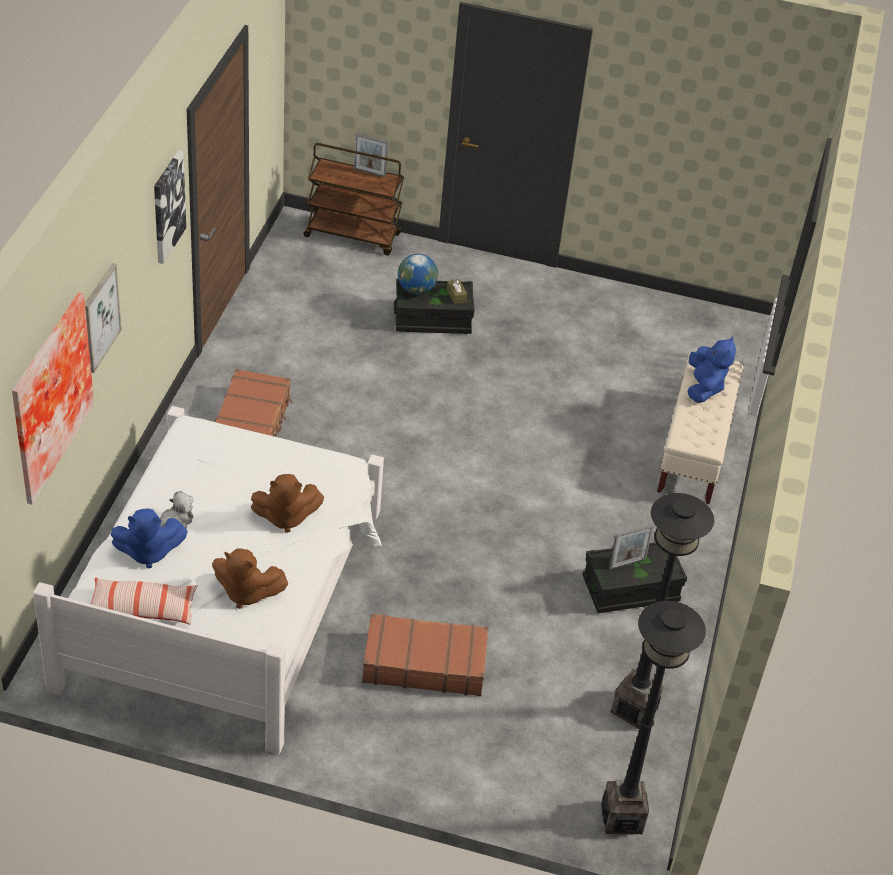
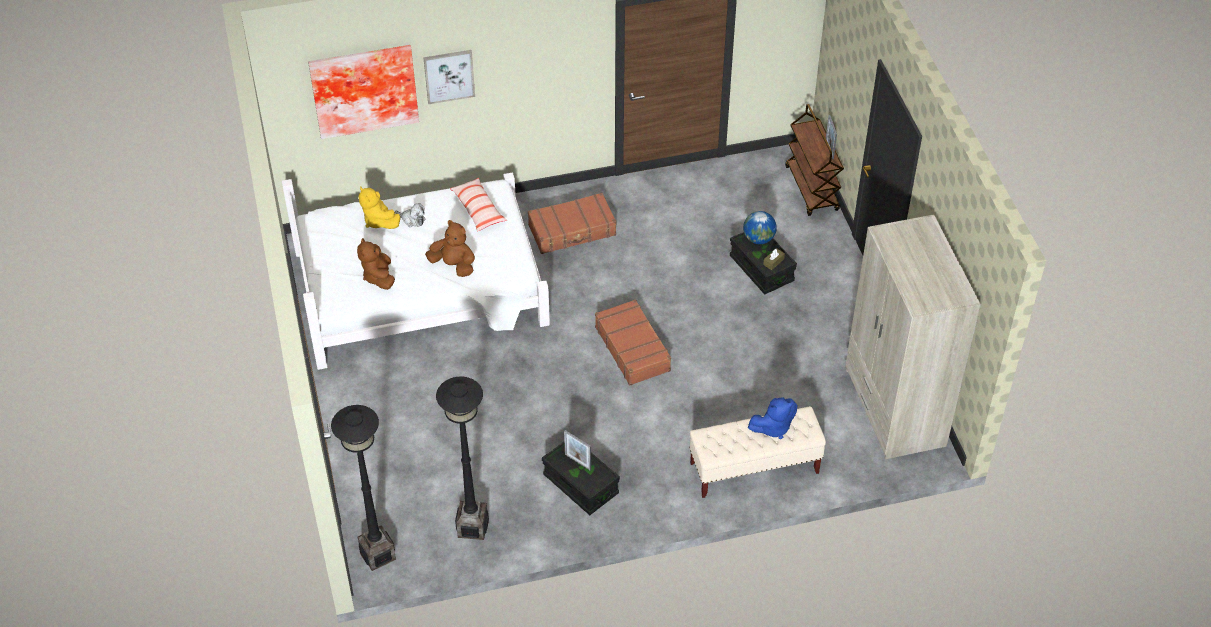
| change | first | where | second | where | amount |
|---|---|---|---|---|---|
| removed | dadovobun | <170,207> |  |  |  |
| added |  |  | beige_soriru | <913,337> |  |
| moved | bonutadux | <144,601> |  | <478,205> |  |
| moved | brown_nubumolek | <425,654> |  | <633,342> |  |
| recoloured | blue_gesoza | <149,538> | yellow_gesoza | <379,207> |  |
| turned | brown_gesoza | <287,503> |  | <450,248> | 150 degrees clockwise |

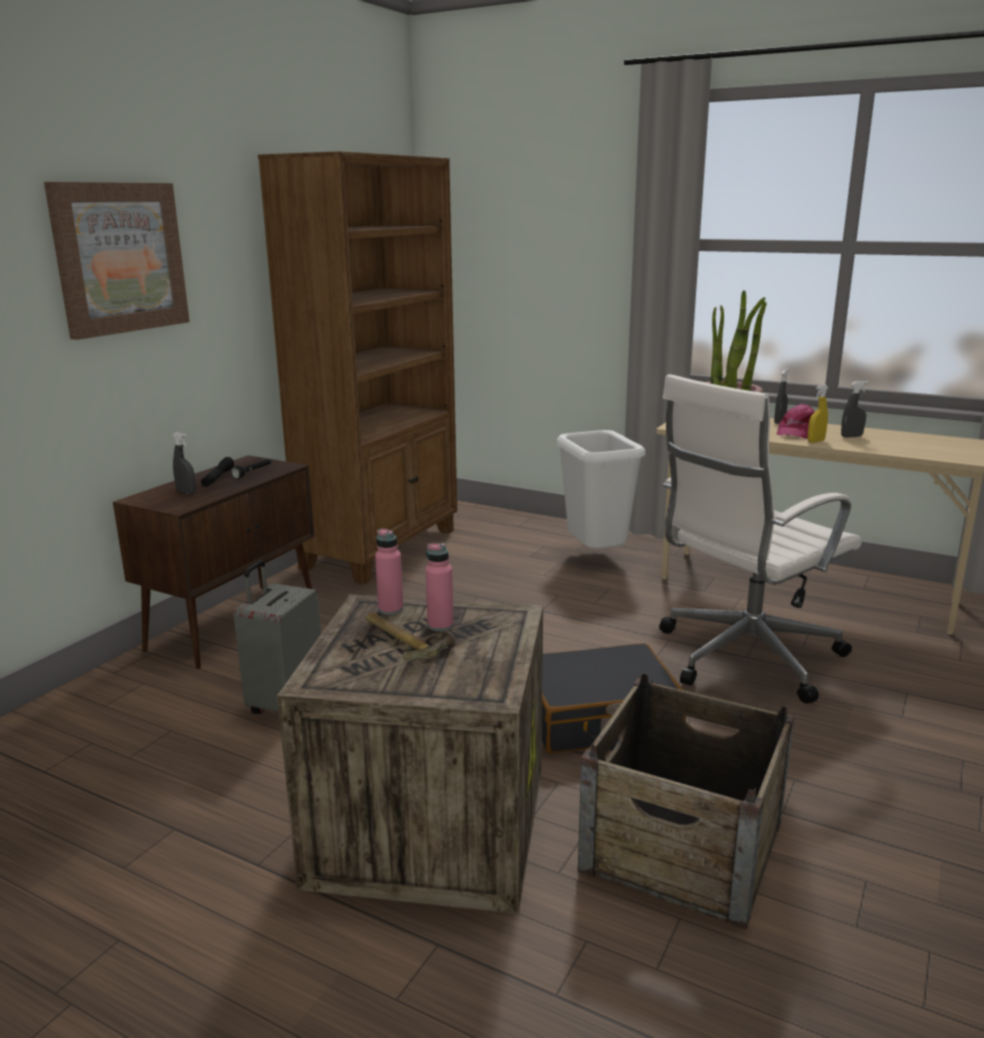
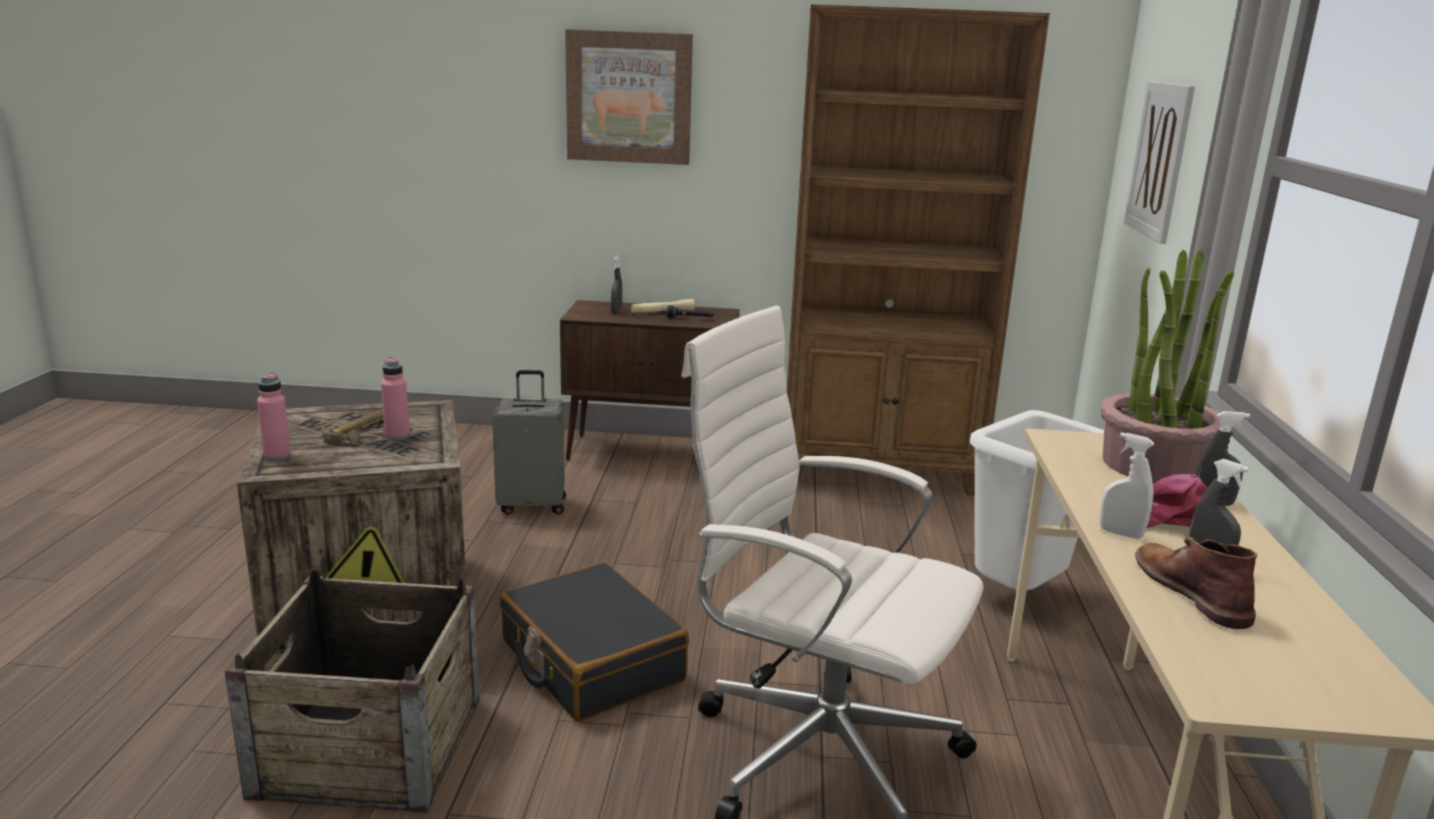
| change | first | where | second | where | amount |
|---|---|---|---|---|---|
| added |  |  | dadovobun | <1159,162> |  |
| added |  |  | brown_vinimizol | <1196,583> |  |
| moved | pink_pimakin | <389,571> |  | <274,416> |  |
| recoloured | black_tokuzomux | <217,472> | beige_tokuzomux | <663,306> |  |
| recoloured | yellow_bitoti | <818,414> | white_bitoti | <1127,485> |  |

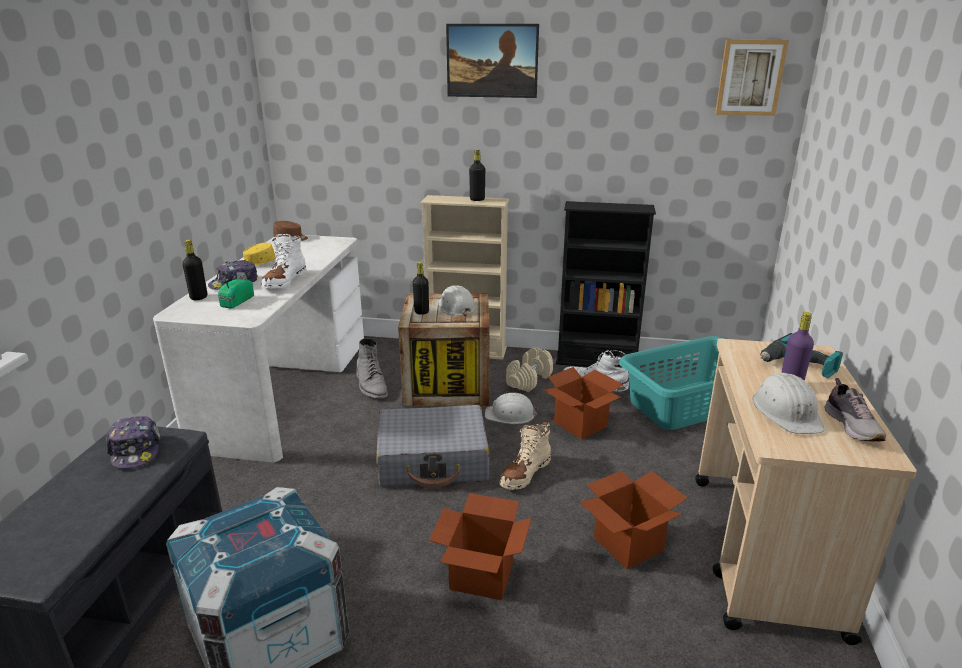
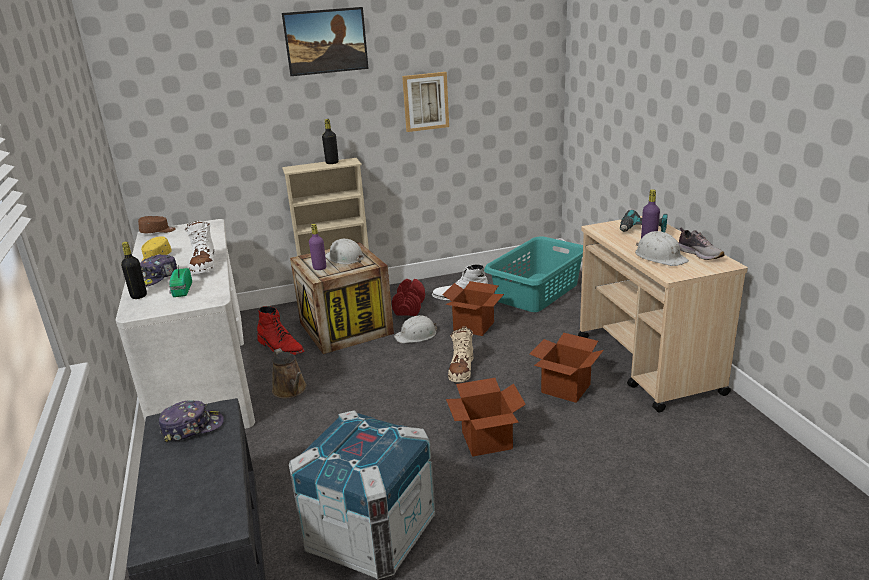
| change | first | where | second | where | amount |
|---|---|---|---|---|---|
| removed | grey_nubumolek | <432,446> |  |  |  |
| removed | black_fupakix | <606,284> |  |  |  |
| added |  |  | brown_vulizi | <289,373> |  |
| moved | dadovobun | <752,78> |  | <425,102> |  |
| recoloured | grey_vinimizol | <372,368> | red_vinimizol | <280,330> |  |
| recoloured | black_pimakin | <421,288> | purple_pimakin | <317,247> |  |
| recoloured | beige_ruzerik | <529,369> | red_ruzerik | <408,297> |  |
| turned | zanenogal | <133,442> |  | <191,421> | 60 degrees counterclockwise |

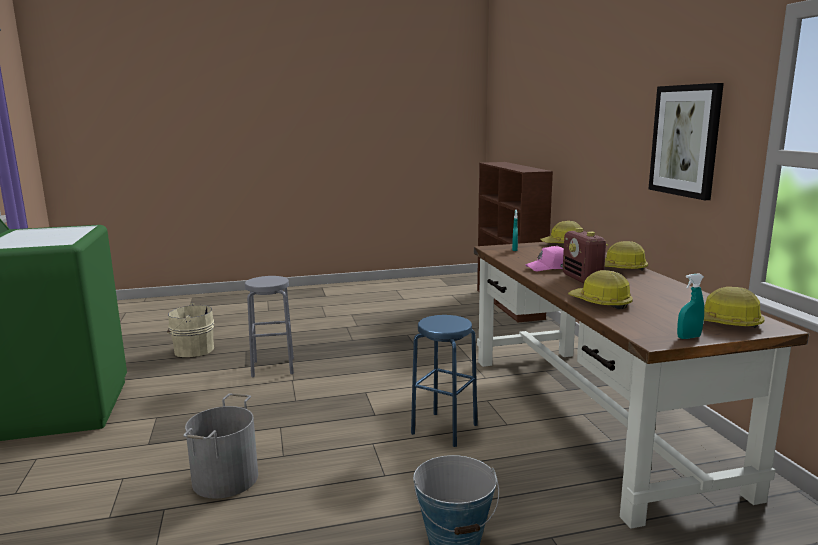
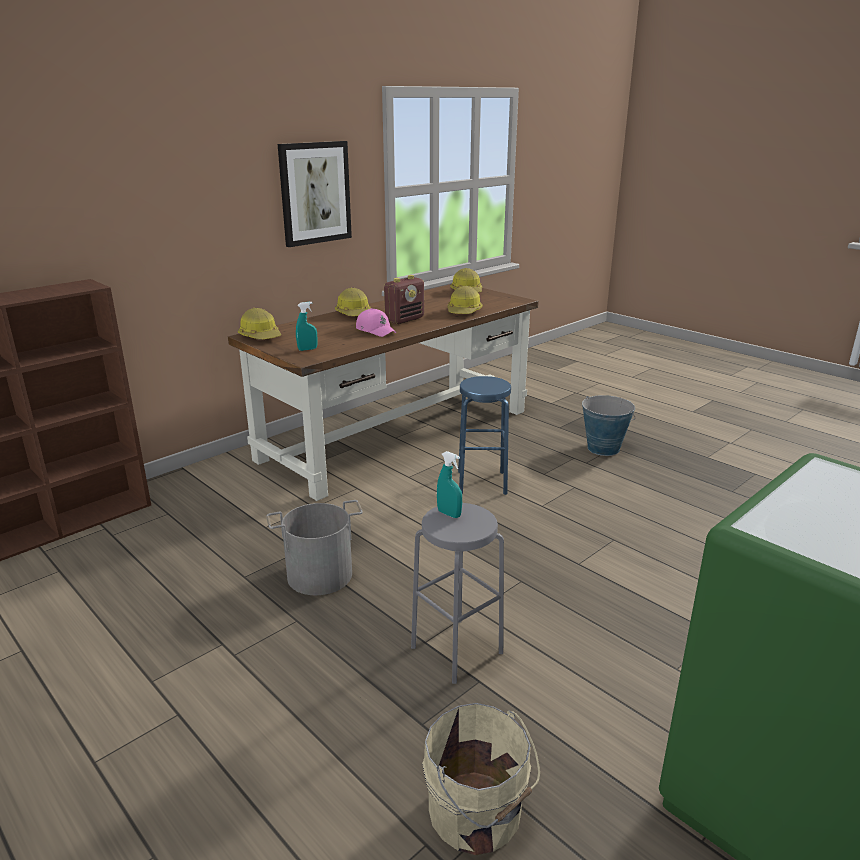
| change | first | where | second | where | amount |
|---|---|---|---|---|---|
| moved | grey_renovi | <220,446> |  | <315,547> |  |
| moved | turquoise_bitoti | <690,306> |  | <449,484> |  |

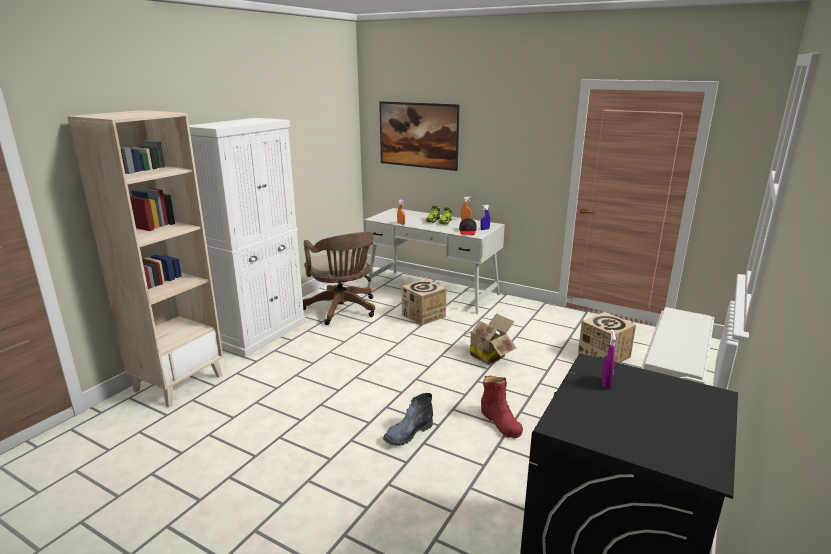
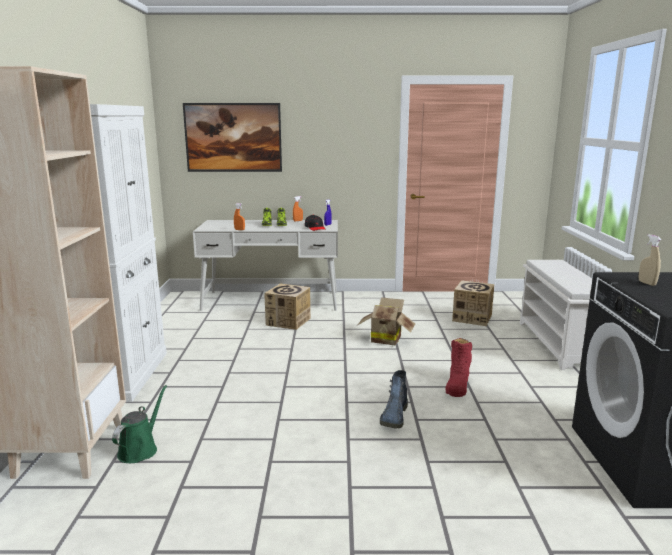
| change | first | where | second | where | amount |
|---|---|---|---|---|---|
| removed | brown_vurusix | <339,278> |  |  |  |
| added |  |  | green_vulizi | <139,424> |  |
| recoloured | purple_bitoti | <609,358> | beige_bitoti | <650,260> |  |
| turned | red_vinimizol | <502,407> |  | <459,367> | 75 degrees clockwise |

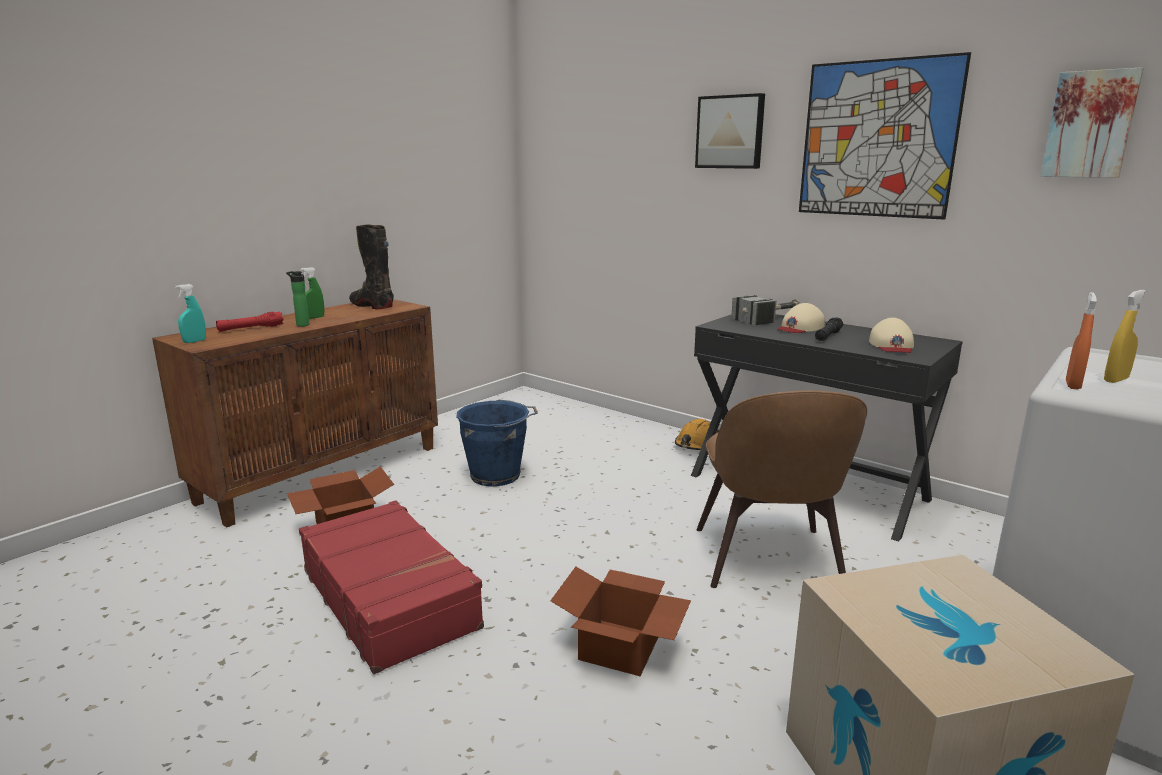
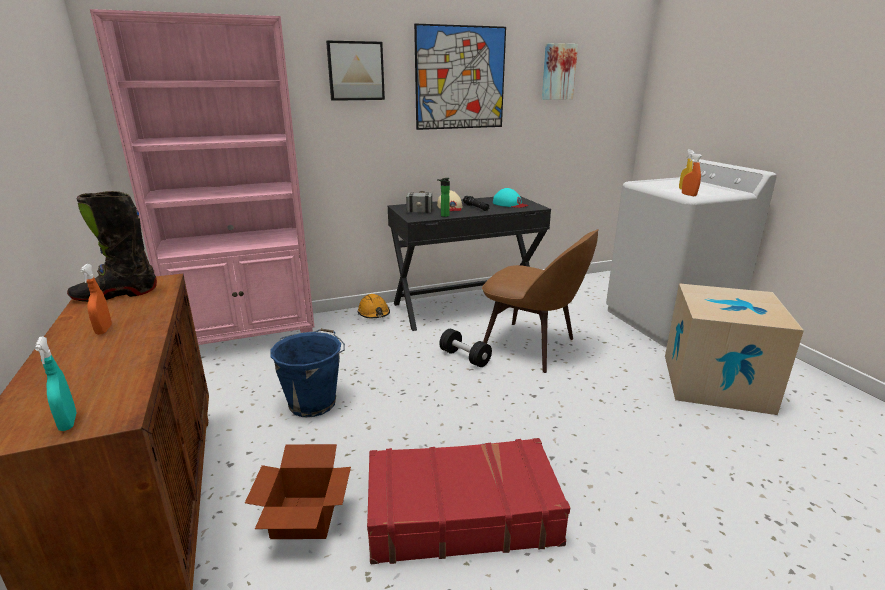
| change | first | where | second | where | amount |
|---|---|---|---|---|---|
| removed | red_tokuzomux | <250,322> |  |  |  |
| removed | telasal | <620,621> |  |  |  |
| added |  |  | pink_fupakix | <202,177> |  |
| added |  |  | black_ruzerik | <465,348> |  |
| moved | pimakin | <298,299> |  | <443,197> |  |
| recoloured | green_bitoti | <312,293> | orange_bitoti | <96,299> |  |
| recoloured | beige_zanenogal | <891,335> | turquoise_zanenogal | <510,198> |  |

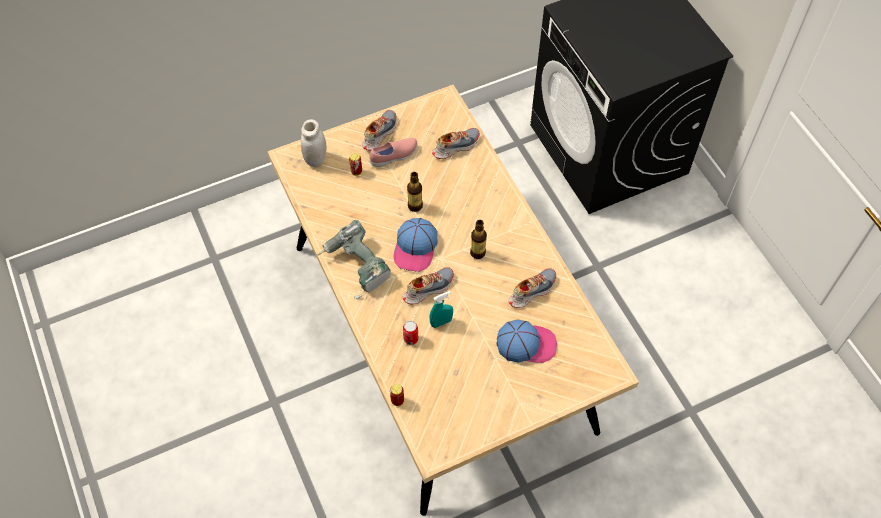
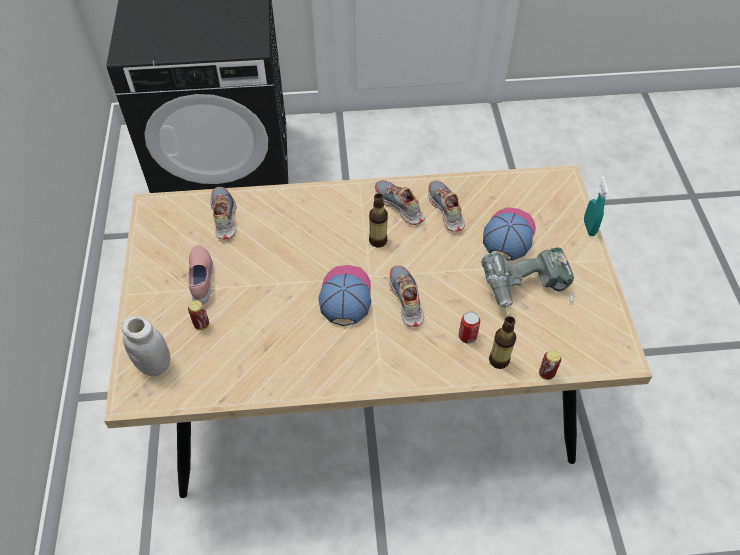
| change | first | where | second | where | amount |
|---|---|---|---|---|---|
| moved | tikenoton | <353,259> |  | <527,281> |  |
| moved | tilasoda | <379,130> |  | <400,202> |  |
| moved | pimakin | <415,192> |  | <502,342> |  |
| moved | turquoise_bitoti | <441,309> |  | <596,206> |  |
| turned | zanenogal | <415,245> |  | <344,295> | 120 degrees counterclockwise |

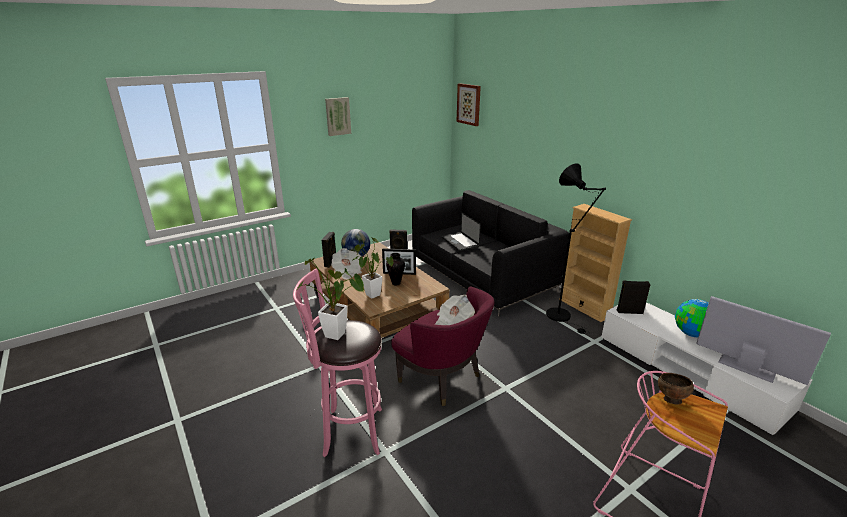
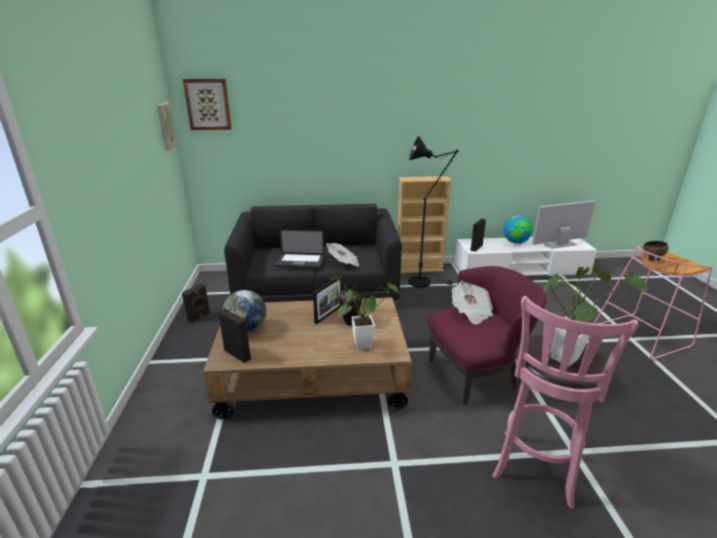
| change | first | where | second | where | amount |
|---|---|---|---|---|---|
| moved | dadovobun | <338,116> |  | <167,126> |  |
| moved | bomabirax | <346,264> |  | <342,255> |  |

